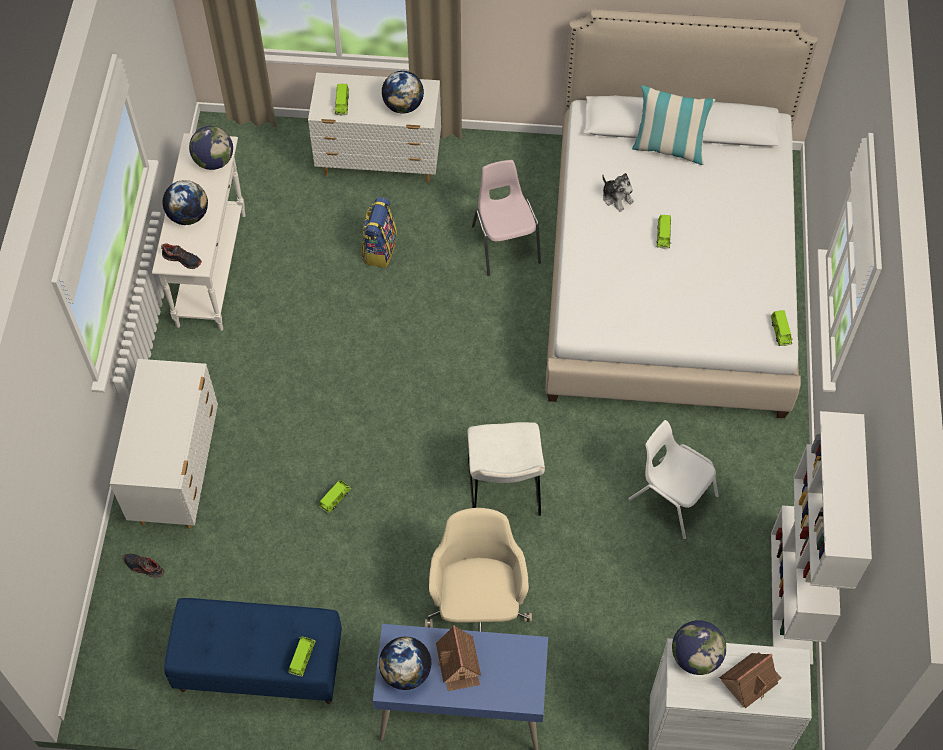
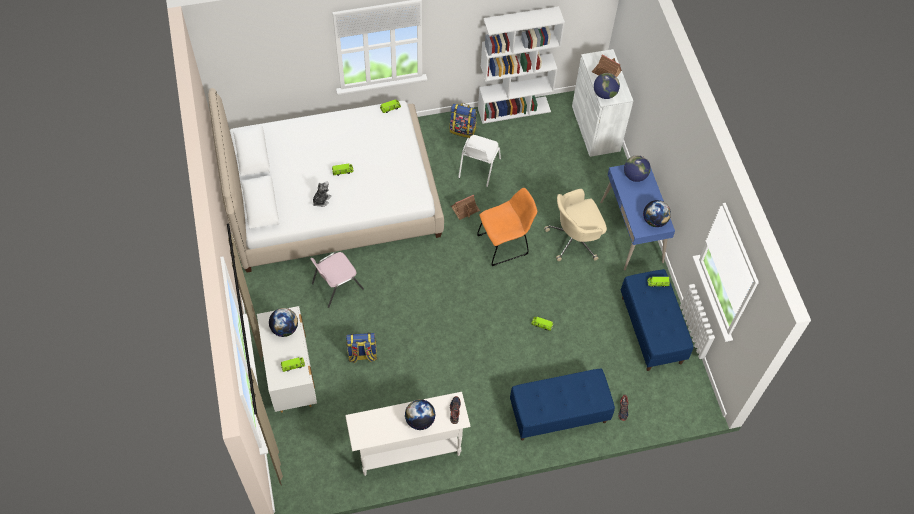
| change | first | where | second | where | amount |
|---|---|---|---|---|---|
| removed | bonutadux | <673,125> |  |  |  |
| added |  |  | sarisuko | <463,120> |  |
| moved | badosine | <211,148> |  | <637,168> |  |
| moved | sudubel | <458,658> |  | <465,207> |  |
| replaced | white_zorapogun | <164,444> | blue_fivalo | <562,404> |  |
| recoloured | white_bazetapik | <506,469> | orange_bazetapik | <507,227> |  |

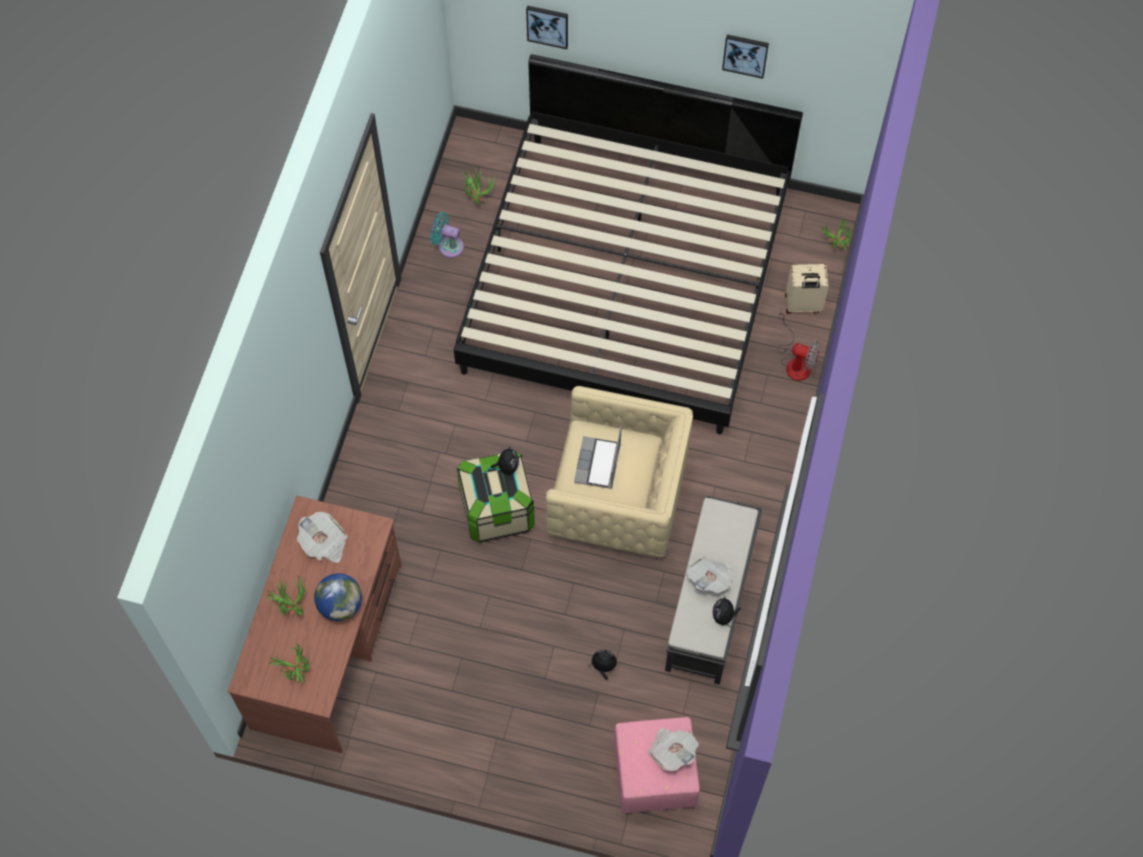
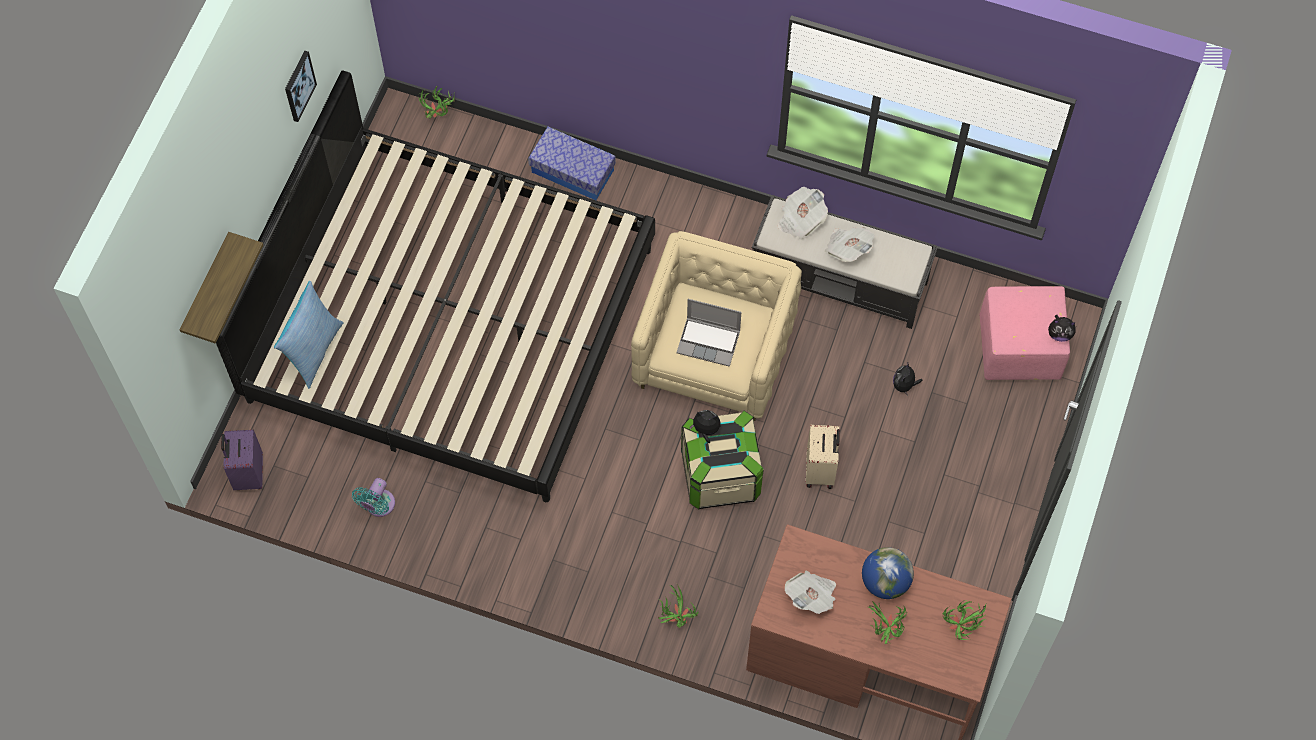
| change | first | where | second | where | amount |
|---|---|---|---|---|---|
| added |  |  | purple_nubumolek | <242,460> |  |
| added |  |  | bonutadux | <309,335> |  |
| moved | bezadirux | <479,185> |  | <678,606> |  |
| moved | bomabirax | <673,749> |  | <802,213> |  |
| moved | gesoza | <726,612> |  | <1062,328> |  |
| moved | beige_nubumolek | <807,289> |  | <823,457> |  |
| replaced | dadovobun | <547,27> | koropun | <222,287> |  |
| replaced | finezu | <799,344> | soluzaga | <572,163> |  |

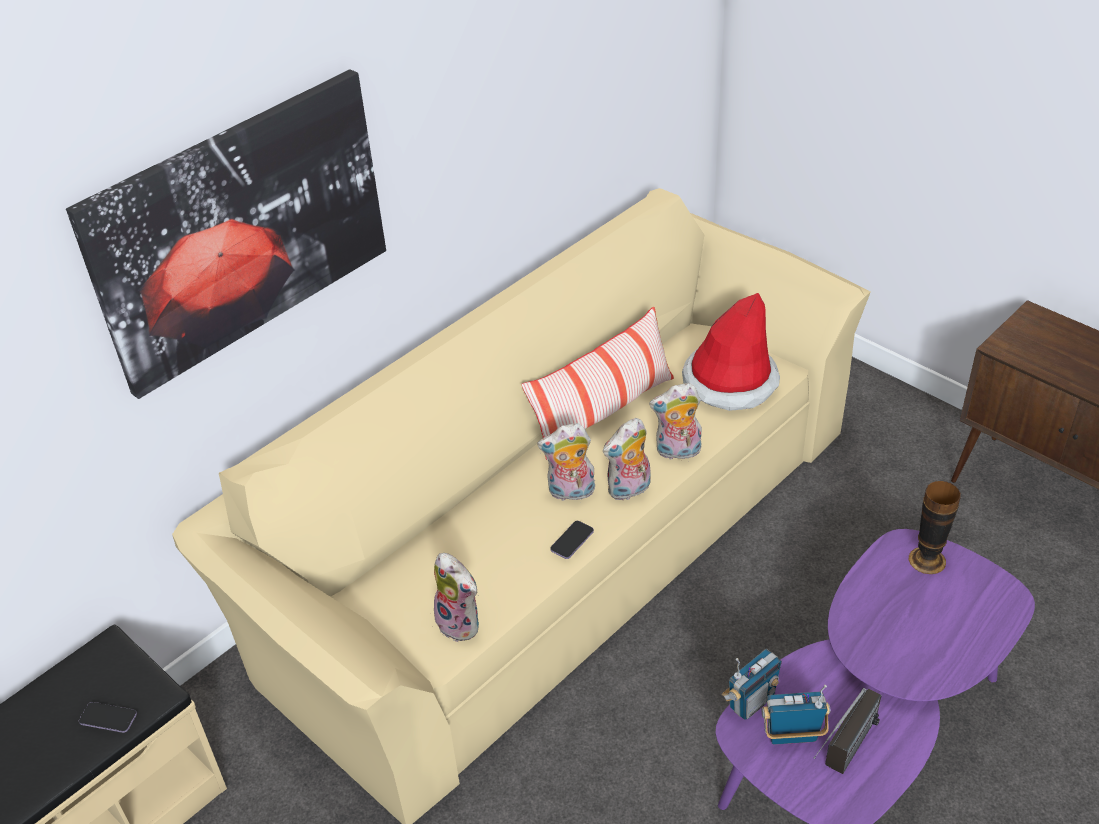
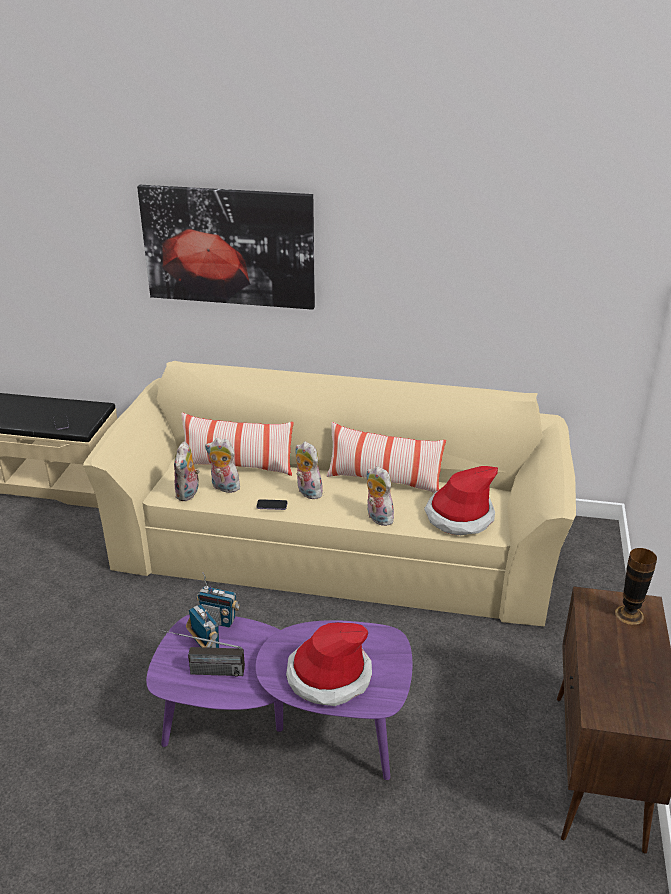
| change | first | where | second | where | amount |
|---|---|---|---|---|---|
| added |  |  | bonutadux | <238,444> |  |
| added |  |  | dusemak | <329,664> |  |
| moved | gesoza | <627,459> |  | <223,465> |  |
| moved | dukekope | <935,527> |  | <636,586> |  |

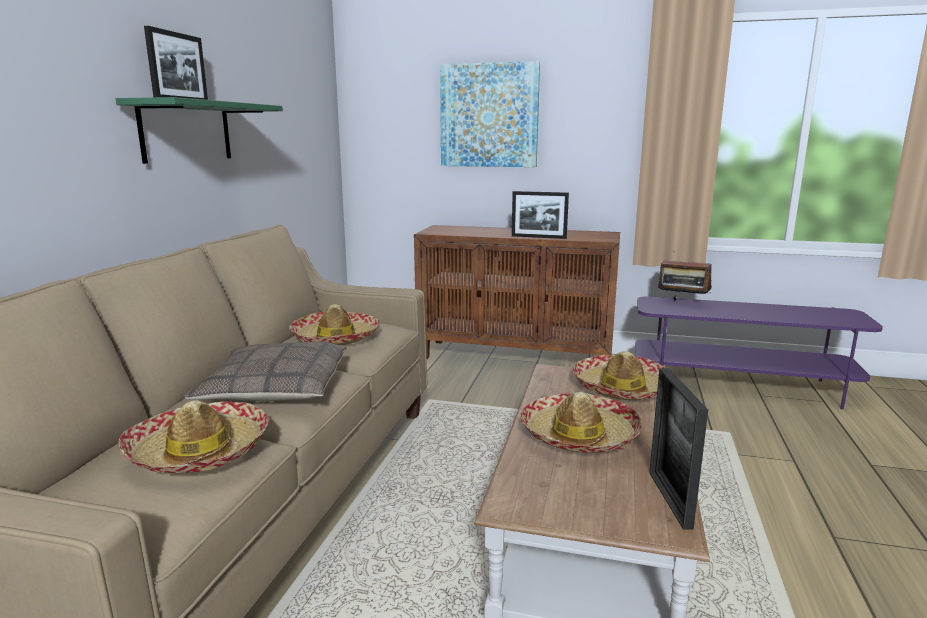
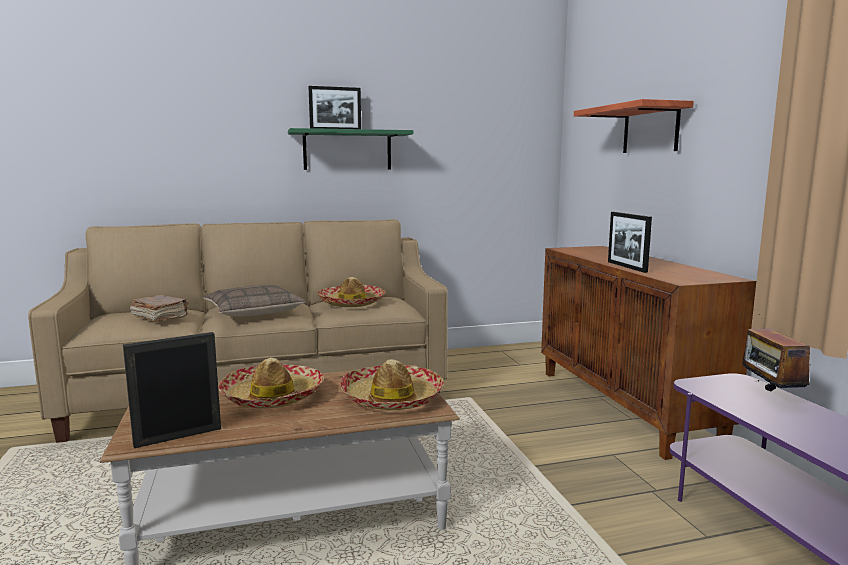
| change | first | where | second | where | amount |
|---|---|---|---|---|---|
| replaced | dusemak | <194,437> | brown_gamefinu | <159,308> |  |
| replaced | dadovobun | <490,114> | koropun | <634,126> |  |

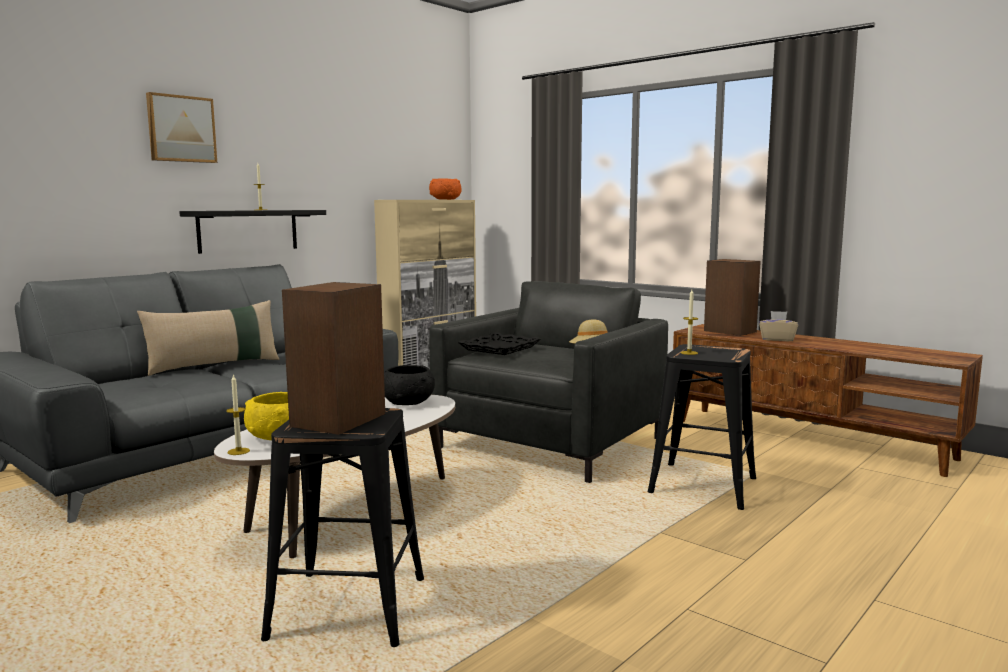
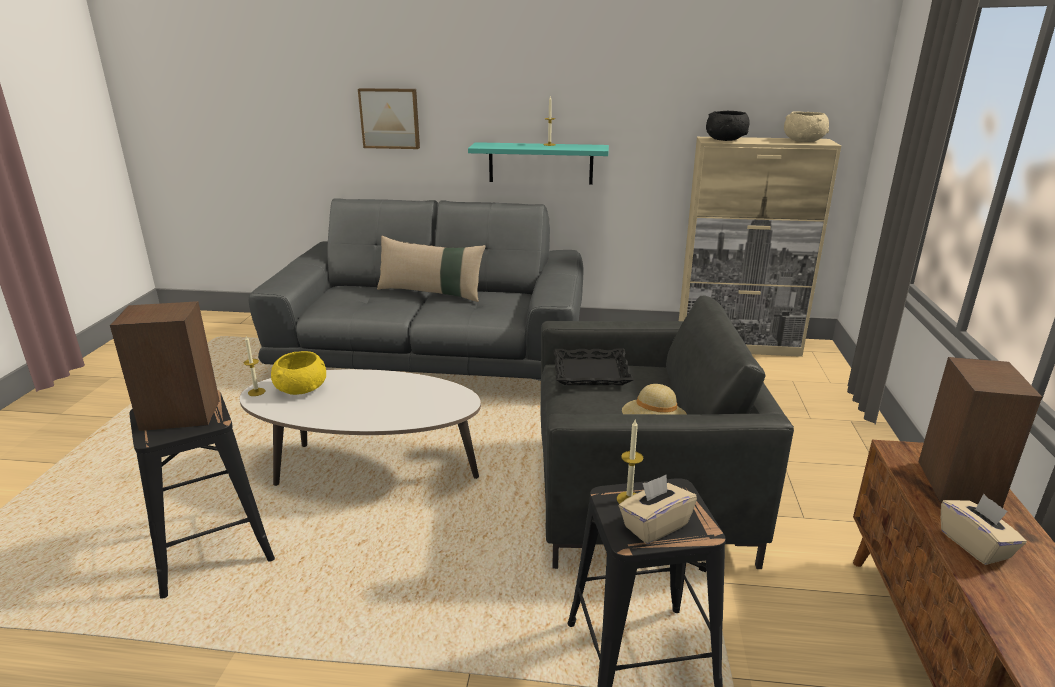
| change | first | where | second | where | amount |
|---|---|---|---|---|---|
| added |  |  | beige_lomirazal | <658,509> |  |
| moved | dadovobun | <181,127> |  | <389,118> |  |
| moved | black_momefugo | <409,385> |  | <728,126> |  |
| recoloured | black_koropun | <252,232> | turquoise_koropun | <538,163> |  |
| recoloured | orange_momefugo | <445,189> | beige_momefugo | <806,126> |  |

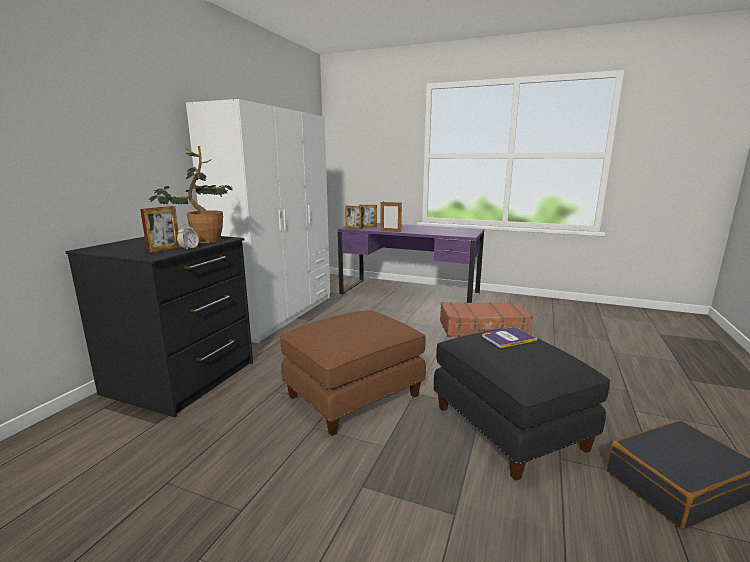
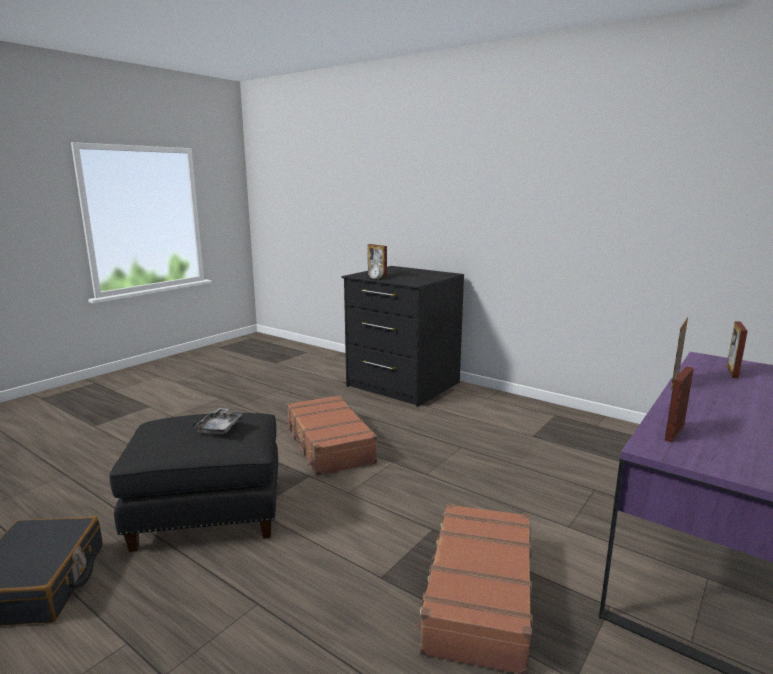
| change | first | where | second | where | amount |
|---|---|---|---|---|---|
| removed | bezadirux | <190,194> |  |  |  |
| removed | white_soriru | <258,221> |  |  |  |
| moved | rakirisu | <354,217> |  | <679,404> |  |
| replaced | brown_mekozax | <353,373> | brown_nubumolek | <331,435> |  |
| replaced | gamefinu | <509,337> | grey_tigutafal | <217,421> |  |

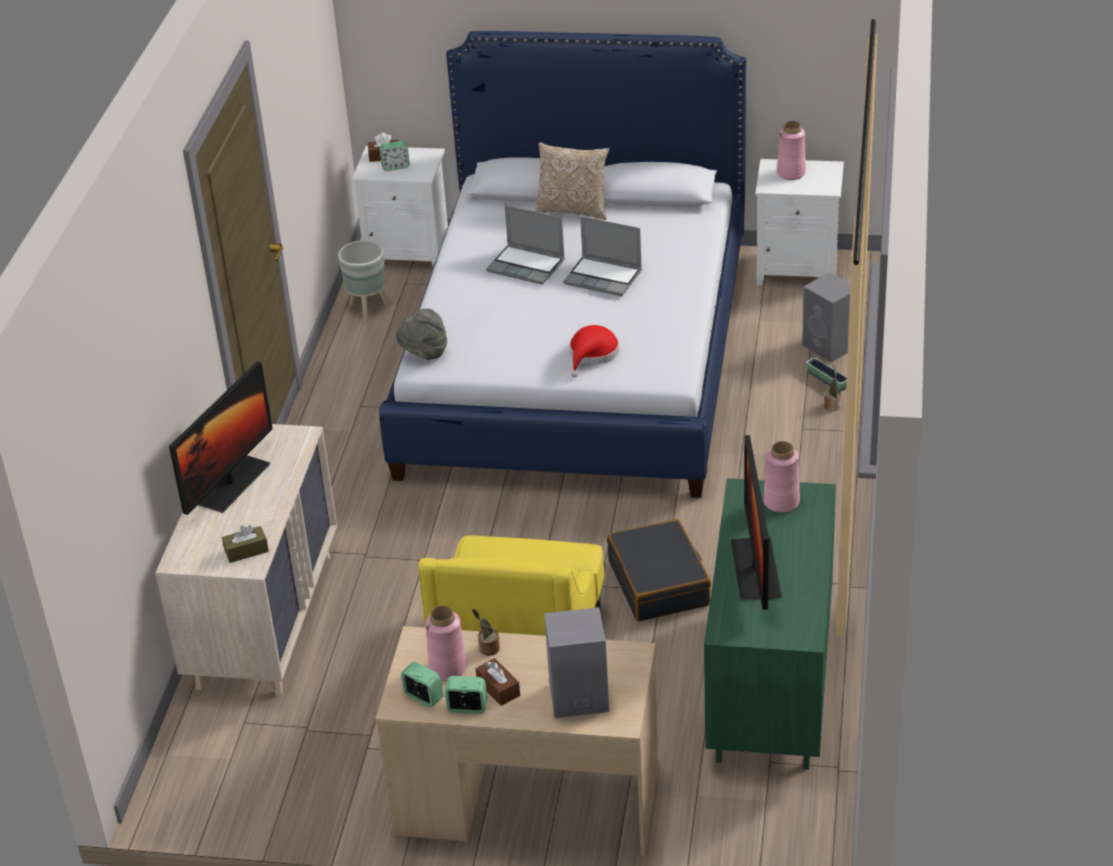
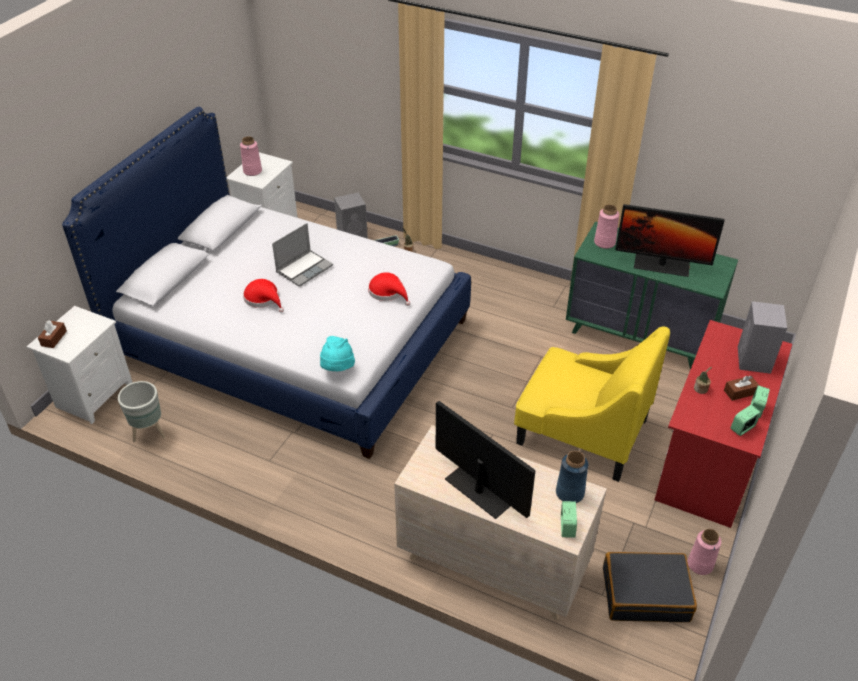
| change | first | where | second | where | amount |
|---|---|---|---|---|---|
| removed | bonutadux | <572,181> |  |  |  |
| moved | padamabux | <394,156> |  | <569,519> |  |
| moved | pink_dukekope | <446,643> |  | <704,552> |  |
| moved | black_nubumolek | <659,570> |  | <650,587> |  |
| replaced | brown_lomirazal | <245,544> | blue_dukekope | <572,477> |  |
| replaced | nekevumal | <525,245> | red_dusemak | <263,296> |  |
| recoloured | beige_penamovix | <516,741> | red_penamovix | <723,424> |  |
| recoloured | grey_dusemak | <422,334> | turquoise_dusemak | <337,353> |  |

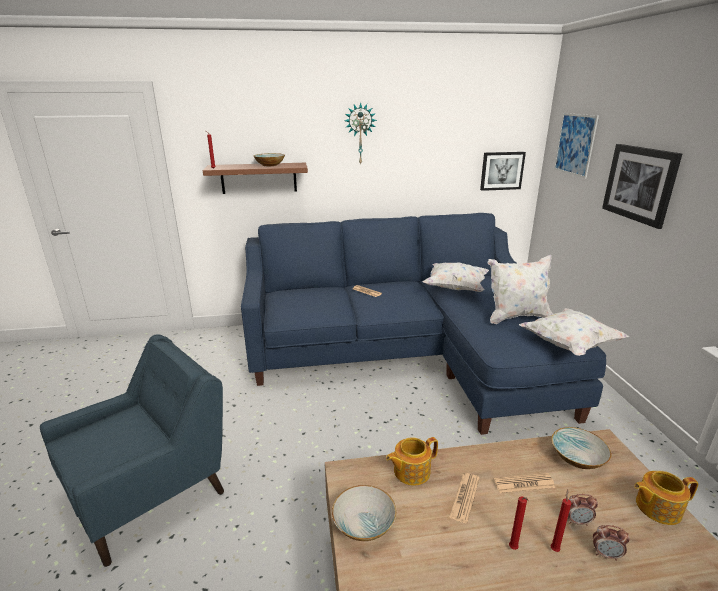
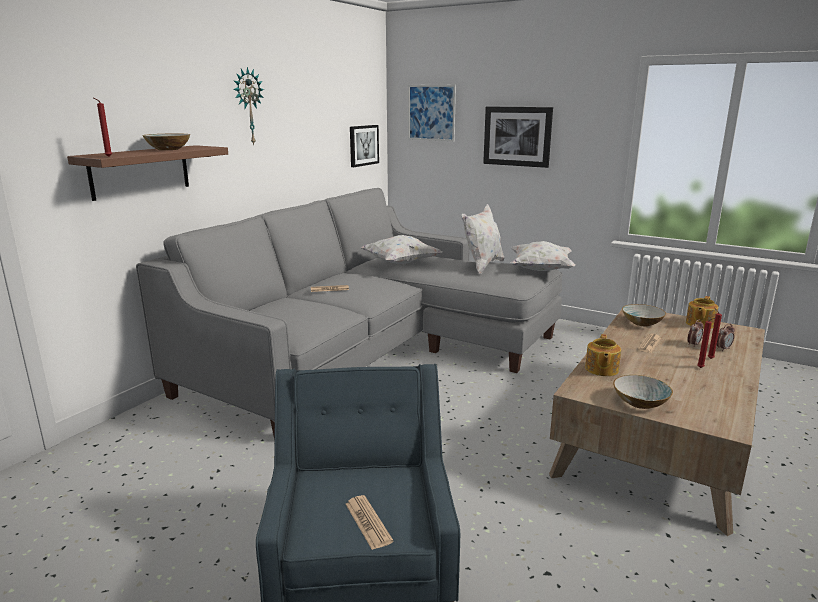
| change | first | where | second | where | amount |
|---|---|---|---|---|---|
| moved | bomabirax | <464,498> |  | <370,522> |  |
| recoloured | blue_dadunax | <423,324> | grey_dadunax | <349,313> |  |

